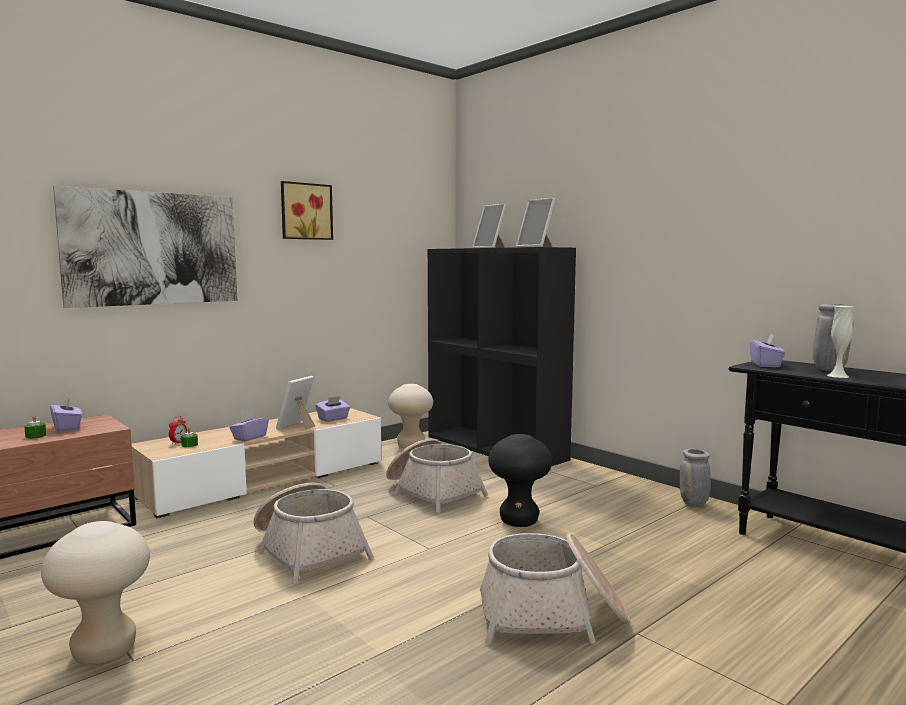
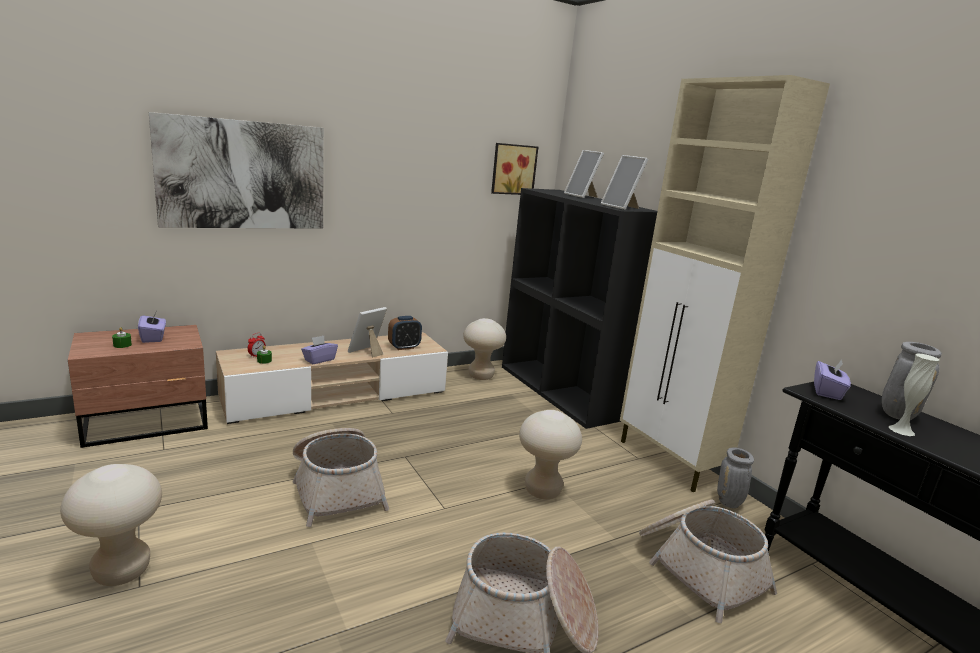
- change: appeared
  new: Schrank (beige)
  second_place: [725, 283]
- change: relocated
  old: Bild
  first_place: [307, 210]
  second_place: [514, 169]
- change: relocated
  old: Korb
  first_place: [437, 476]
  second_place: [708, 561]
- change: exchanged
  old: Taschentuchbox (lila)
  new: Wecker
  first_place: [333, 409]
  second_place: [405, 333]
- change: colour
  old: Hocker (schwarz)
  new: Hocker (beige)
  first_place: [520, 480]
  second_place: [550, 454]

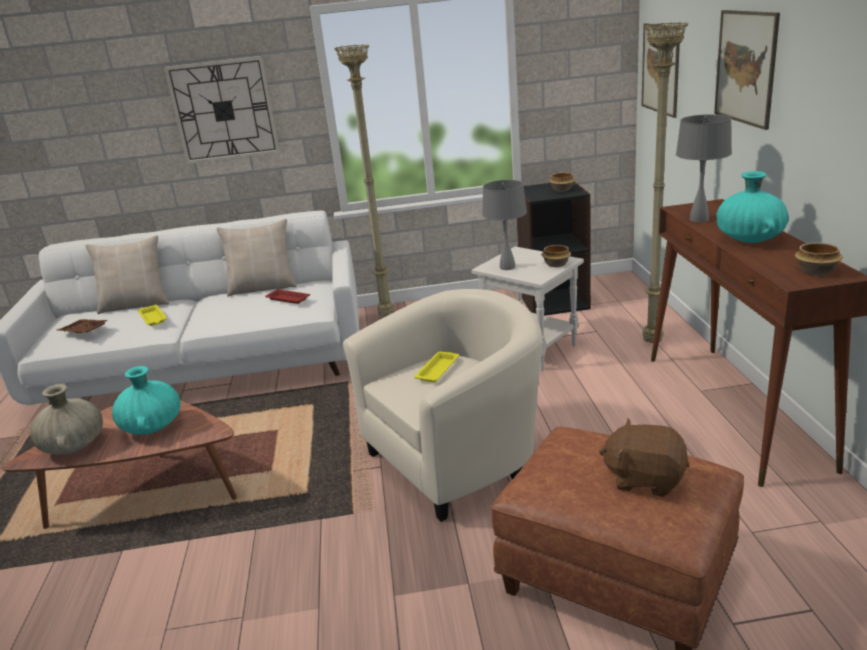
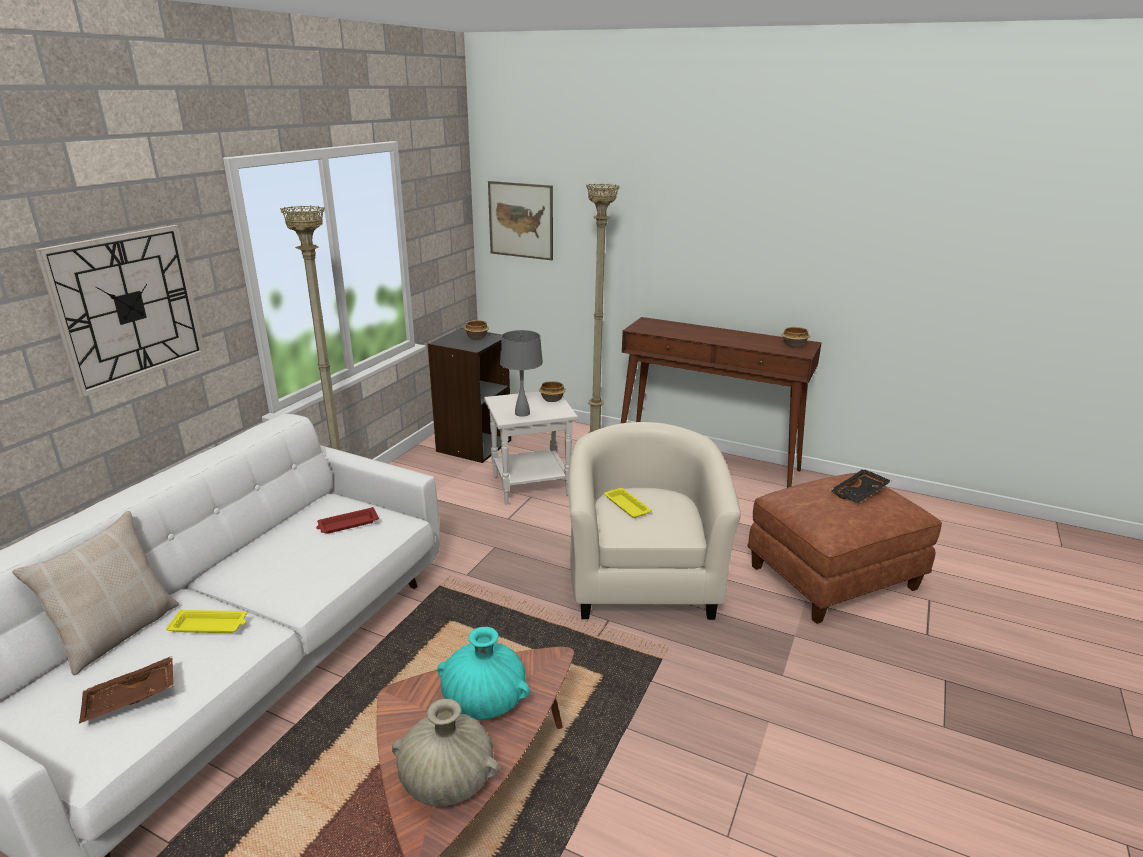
- change: missing
  old: Kissen (beige)
  first_place: [257, 258]
- change: missing
  old: Tischlampe (grau)
  first_place: [704, 168]
- change: missing
  old: Bild
  first_place: [747, 70]
- change: missing
  old: Vase (türkis)
  first_place: [752, 207]
- change: exchanged
  old: Plüschtier (braun)
  new: Tablett (schwarz)
  first_place: [644, 457]
  second_place: [860, 486]

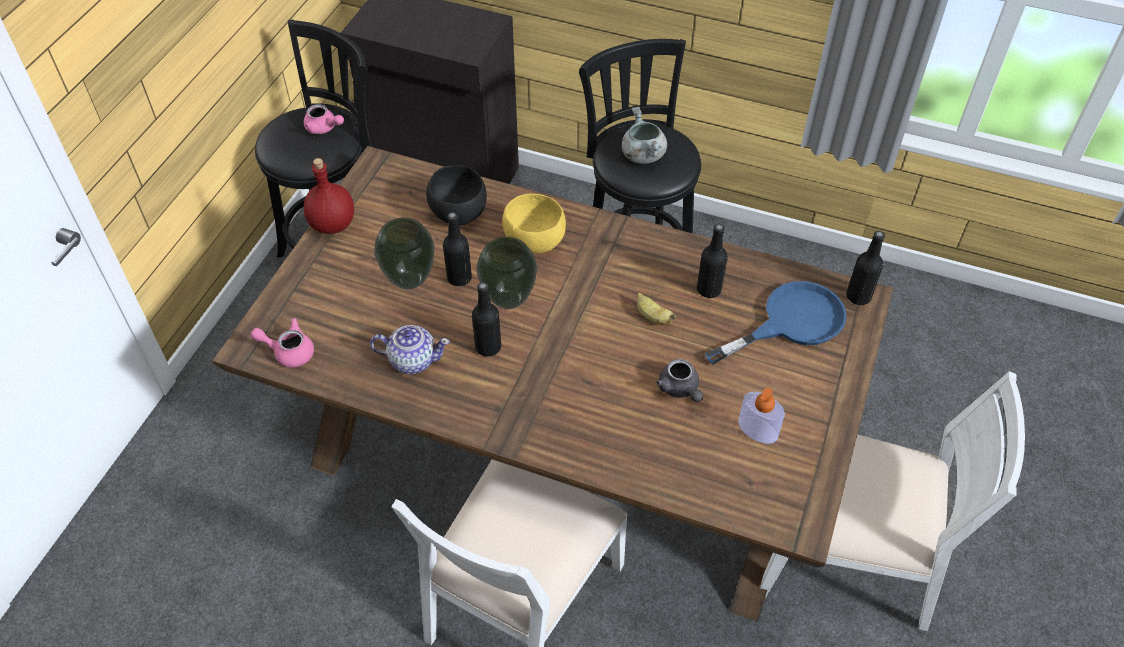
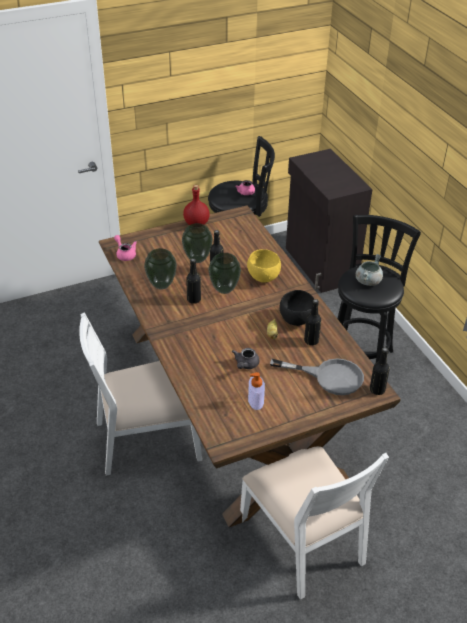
- change: relocated
  old: Schüssel (schwarz)
  first_place: [456, 195]
  second_place: [296, 308]
- change: exchanged
  old: Teekanne
  new: Vase
  first_place: [410, 349]
  second_place: [160, 268]
- change: colour
  old: Pfanne (blau)
  new: Pfanne (grau)
  first_place: [776, 323]
  second_place: [317, 377]

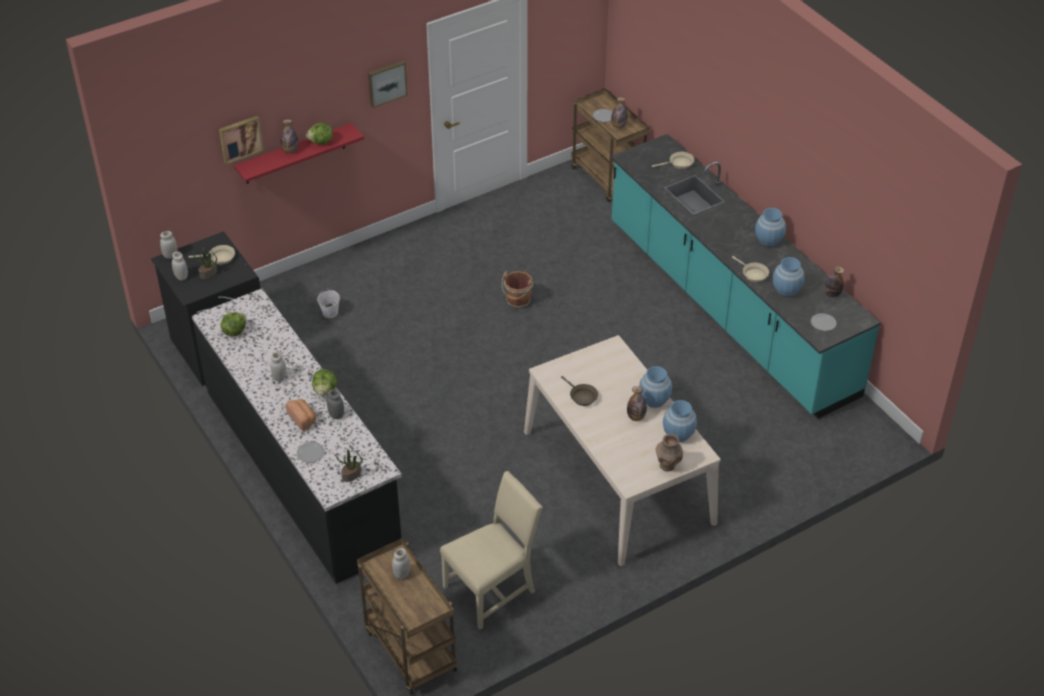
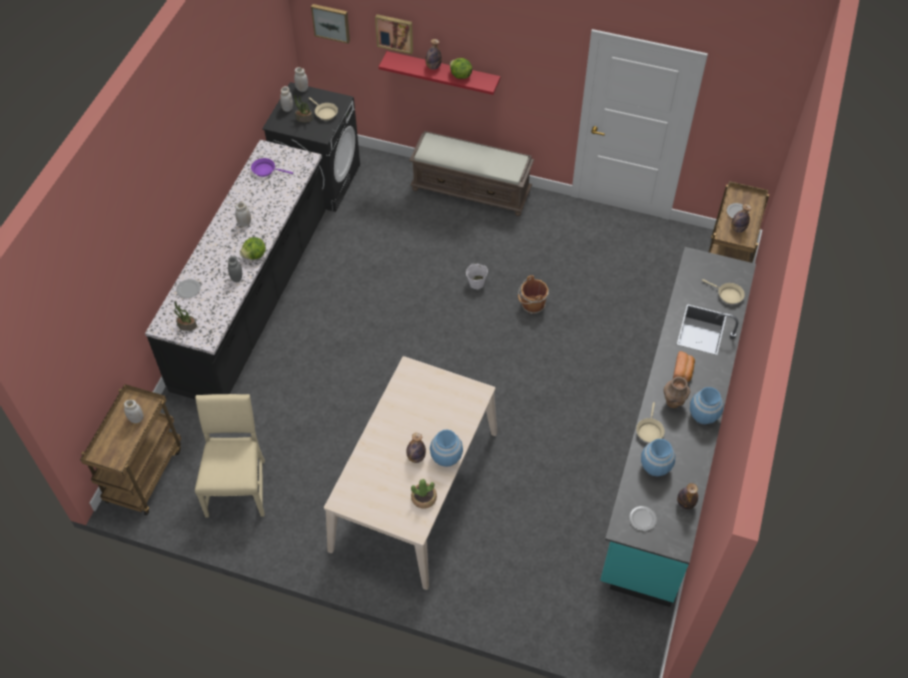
- change: missing
  old: Pfanne (braun)
  first_place: [579, 391]
- change: appeared
  new: Bank (braun)
  second_place: [471, 173]
- change: relocated
  old: Brot
  first_place: [300, 415]
  second_place: [684, 366]
- change: relocated
  old: Eimer (weiß)
  first_place: [328, 303]
  second_place: [477, 276]
- change: relocated
  old: Bild
  first_place: [388, 84]
  second_place: [330, 24]
- change: relocated
  old: Vase (braun)
  first_place: [669, 453]
  second_place: [677, 392]
- change: exchanged
  old: Salatkopf
  new: Pfanne (lila)
  first_place: [233, 324]
  second_place: [272, 167]
- change: exchanged
  old: Vase (blau)
  new: Topfpflanze
  first_place: [680, 421]
  second_place: [424, 494]
- change: spun
  old: Stuhl (beige)
  first_place: [491, 550]
  second_place: [230, 455]
  degrees: -105

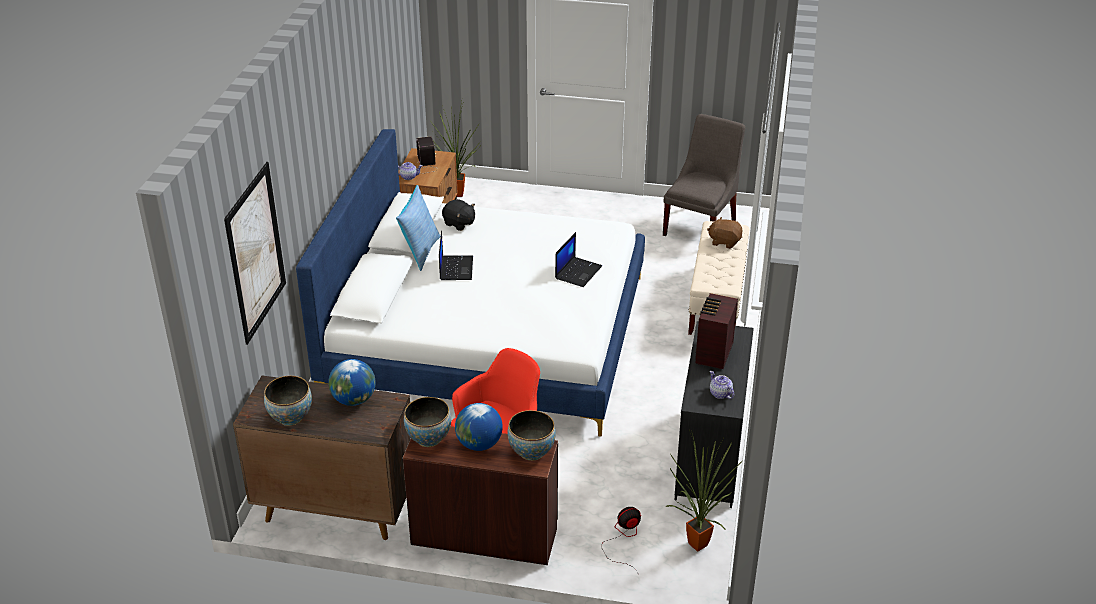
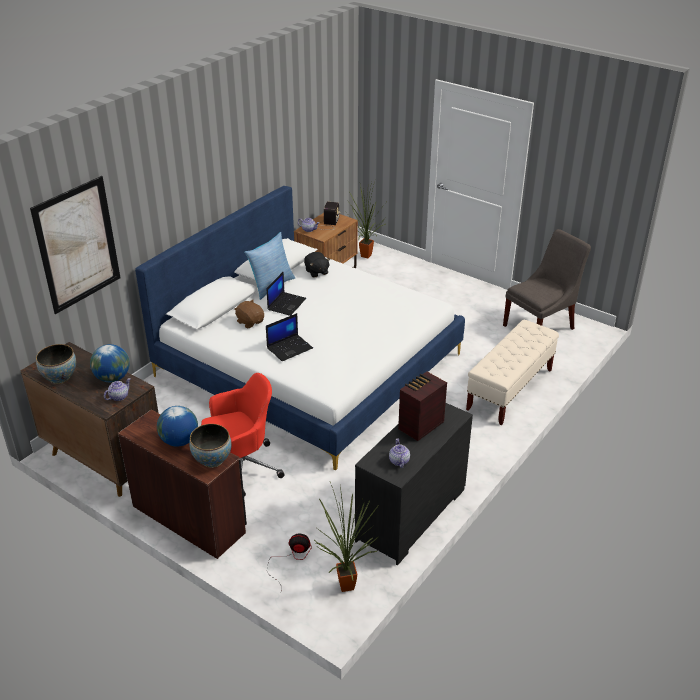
- change: missing
  old: Schüssel
  first_place: [427, 422]
- change: appeared
  new: Teekanne
  second_place: [117, 389]
- change: relocated
  old: Laptop
  first_place: [578, 259]
  second_place: [289, 337]
- change: relocated
  old: Plüschtier (braun)
  first_place: [725, 233]
  second_place: [249, 314]

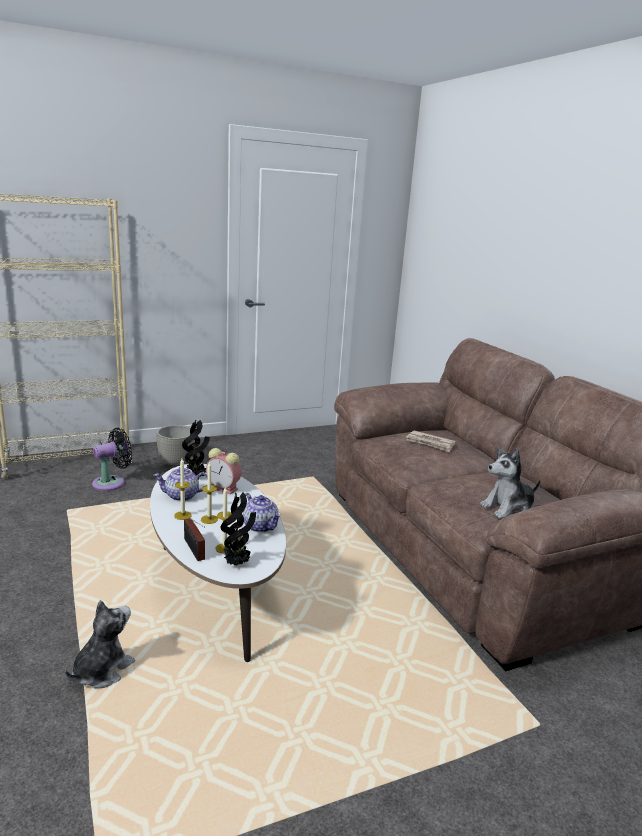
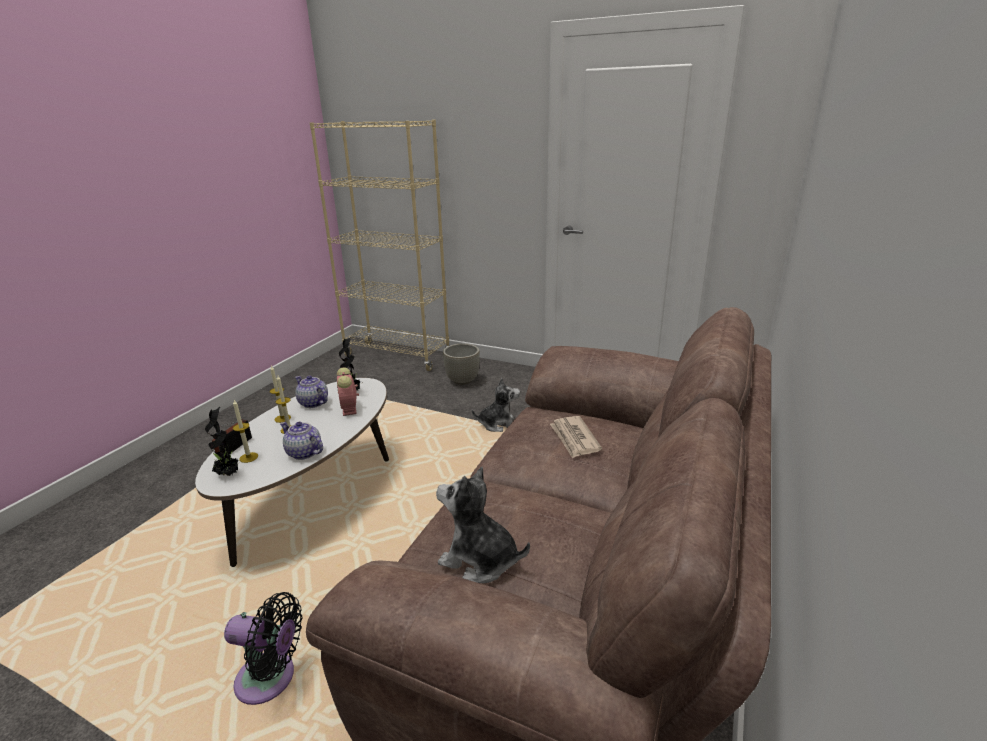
- change: relocated
  old: Plüschtier
  first_place: [100, 644]
  second_place: [496, 405]
- change: relocated
  old: Ventilator (schwarz)
  first_place: [112, 459]
  second_place: [263, 648]
- change: spun
  old: Teekanne
  first_place: [262, 513]
  second_place: [301, 441]
  degrees: 120

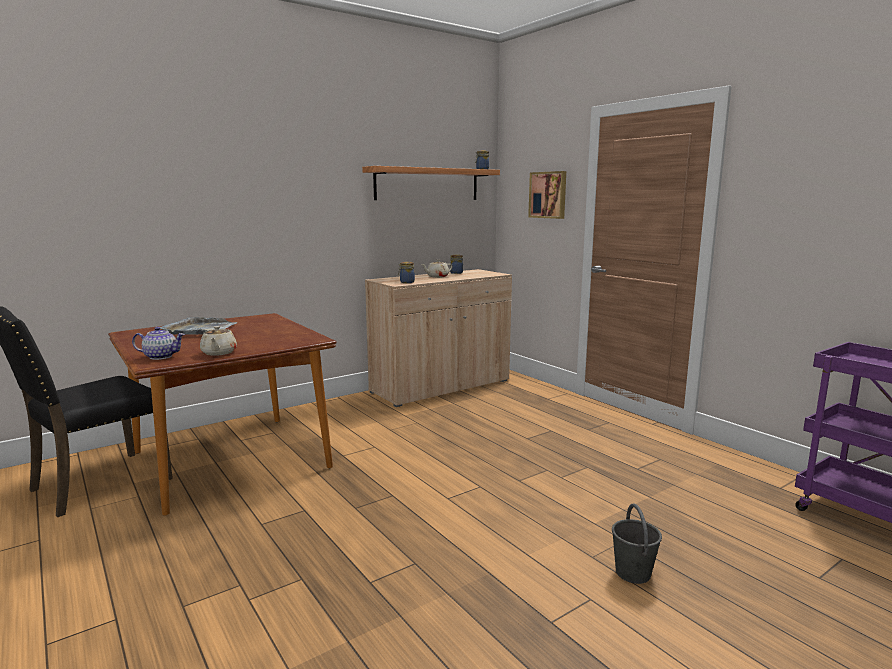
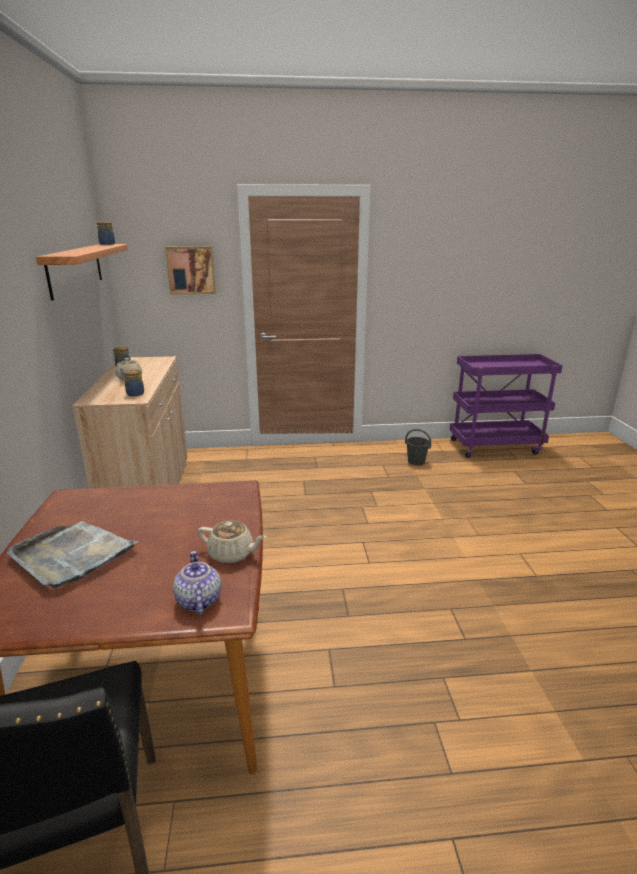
- change: relocated
  old: Eimer (grau)
  first_place: [637, 543]
  second_place: [418, 447]
- change: spun
  old: Teekanne
  first_place: [158, 343]
  second_place: [197, 583]
  degrees: -45

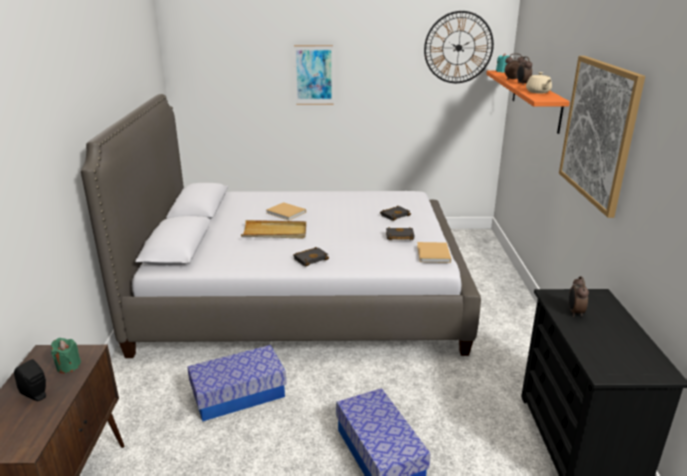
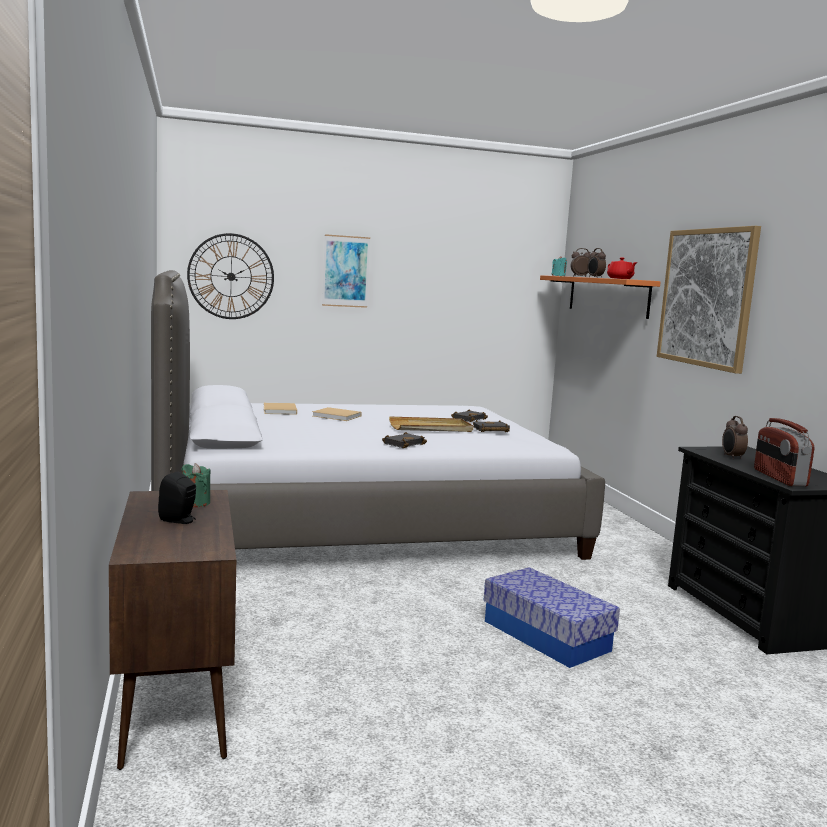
- change: missing
  old: Aufbewahrungsbox
  first_place: [236, 383]
- change: appeared
  new: Radio
  second_place: [784, 452]
- change: relocated
  old: Tablett (beige)
  first_place: [273, 229]
  second_place: [431, 424]
- change: relocated
  old: Buch (beige)
  first_place: [434, 252]
  second_place: [280, 409]
- change: relocated
  old: Wanduhr
  first_place: [459, 47]
  second_place: [230, 276]
- change: colour
  old: Teekanne (beige)
  new: Teekanne (rot)
  first_place: [539, 82]
  second_place: [622, 268]

